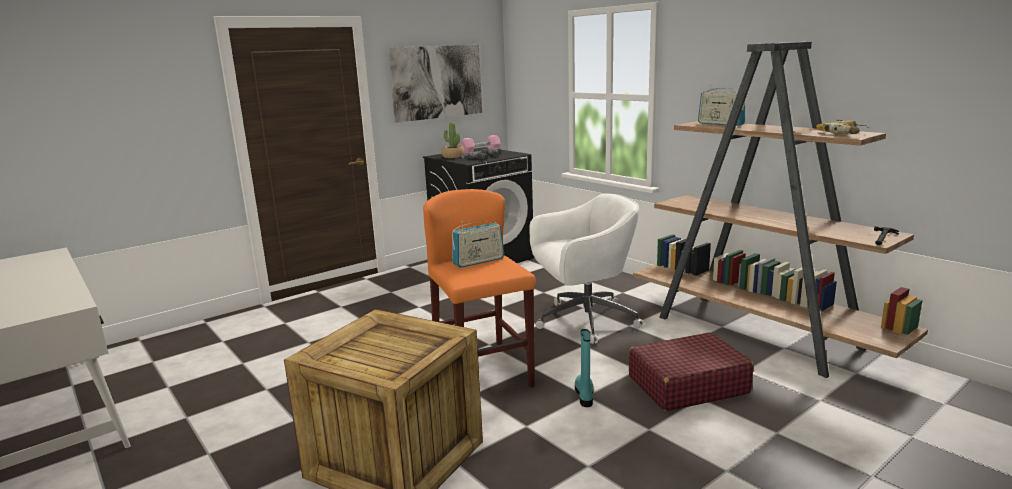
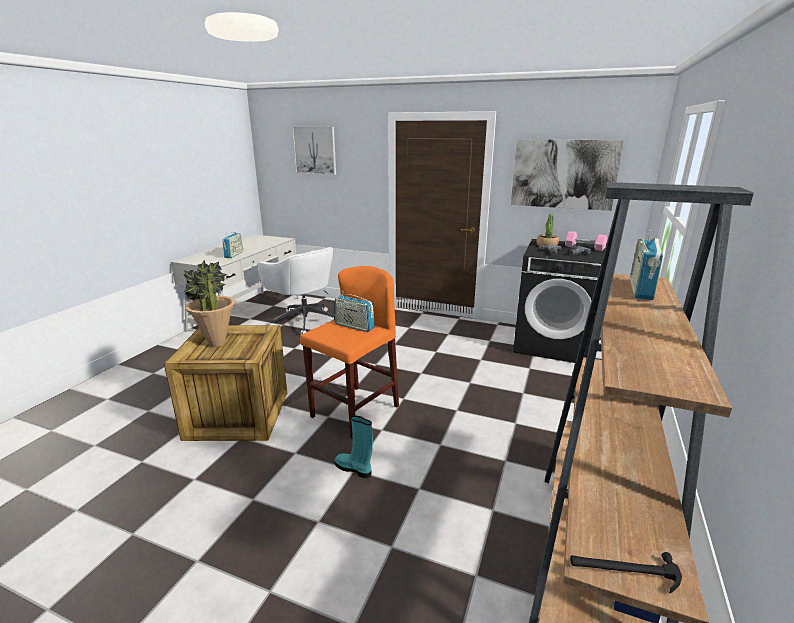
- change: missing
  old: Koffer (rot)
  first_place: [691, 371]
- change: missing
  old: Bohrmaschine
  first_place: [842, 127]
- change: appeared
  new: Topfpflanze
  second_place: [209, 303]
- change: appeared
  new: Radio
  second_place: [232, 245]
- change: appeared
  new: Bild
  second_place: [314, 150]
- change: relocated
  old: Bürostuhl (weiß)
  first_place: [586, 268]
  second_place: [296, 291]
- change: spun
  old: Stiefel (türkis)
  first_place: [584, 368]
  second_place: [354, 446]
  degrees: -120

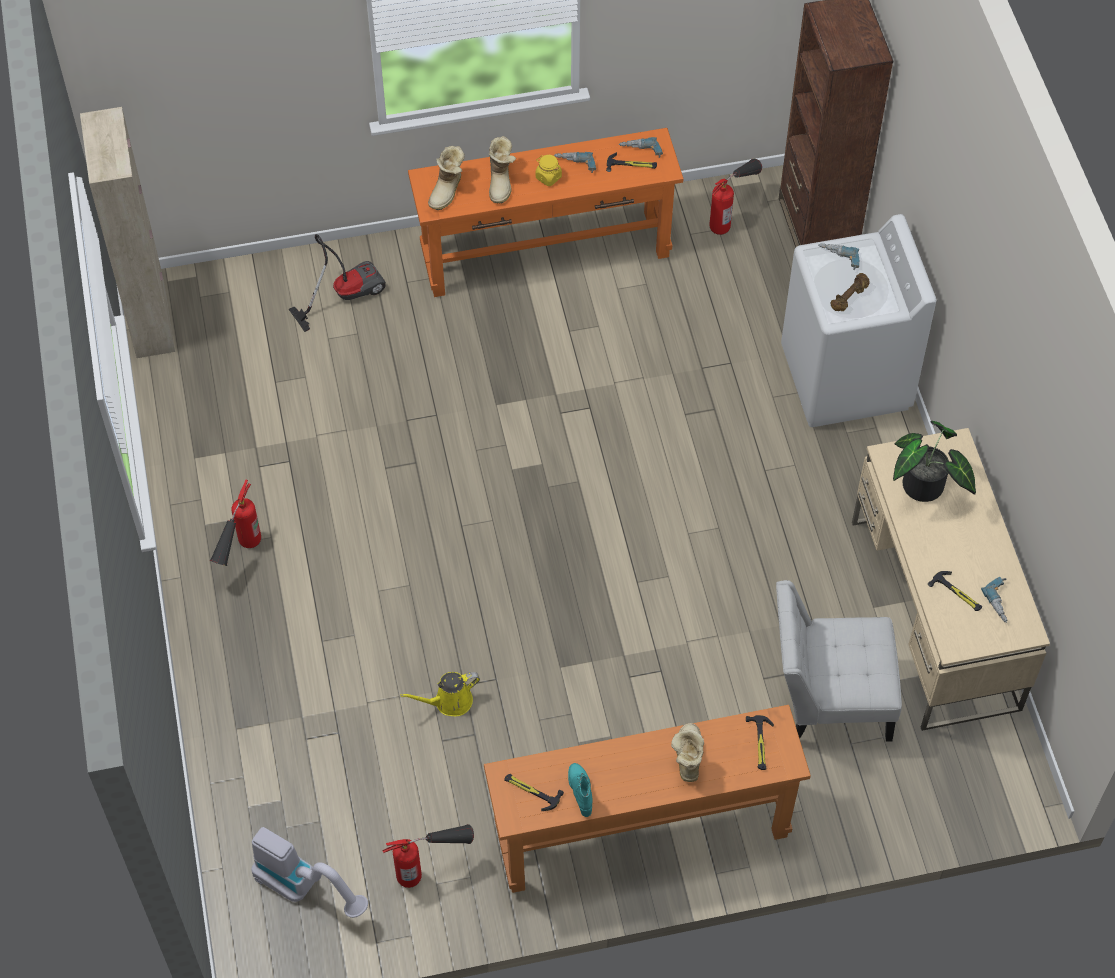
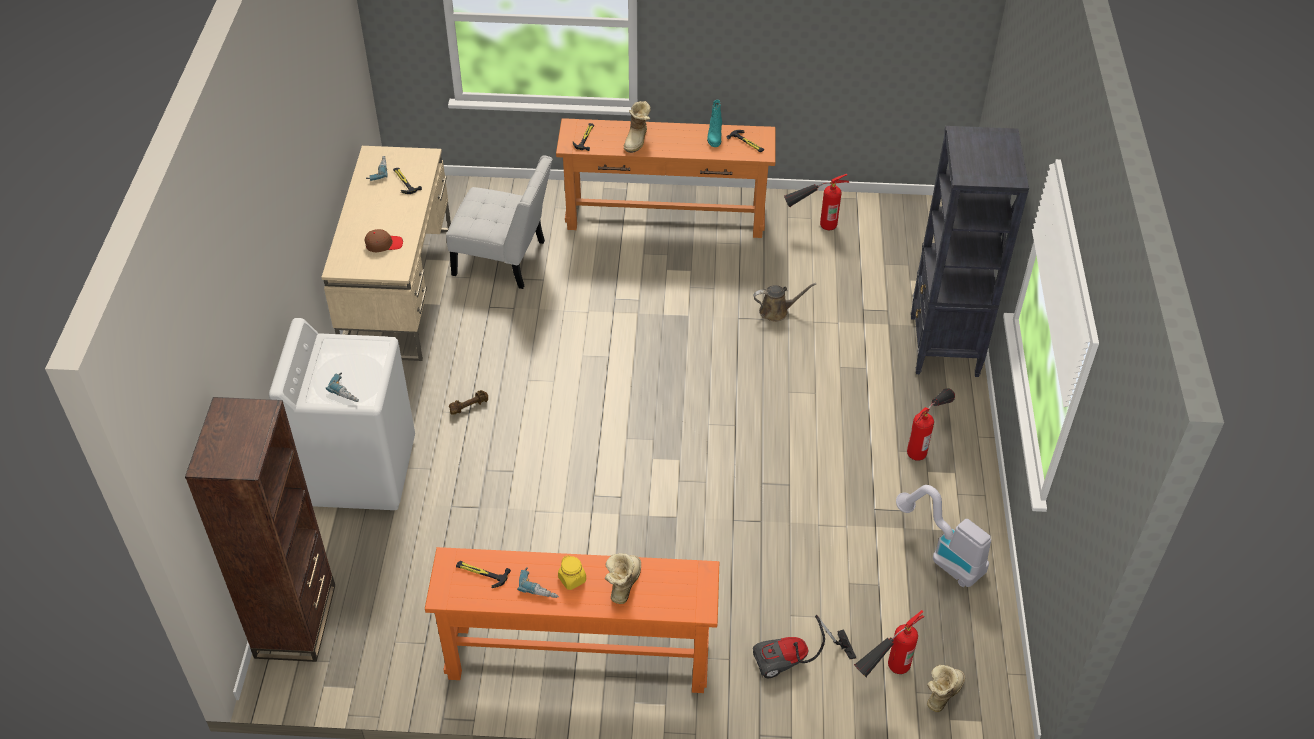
- change: missing
  old: Schrank (beige)
  first_place: [127, 232]
- change: missing
  old: Bohrmaschine
  first_place: [641, 147]
- change: appeared
  new: Bücherregal (schwarz)
  second_place: [970, 251]
- change: relocated
  old: Staubsauger
  first_place: [309, 872]
  second_place: [943, 536]
- change: relocated
  old: Stiefel
  first_place: [446, 178]
  second_place: [946, 688]
- change: relocated
  old: Feuerlöscher
  first_place: [735, 197]
  second_place: [889, 644]
- change: relocated
  old: Hantel (braun)
  first_place: [850, 292]
  second_place: [468, 402]
- change: exchanged
  old: Topfpflanze
  new: Kappe (braun)
  first_place: [934, 461]
  second_place: [384, 240]
- change: colour
  old: Gießkanne (gelb)
  new: Gießkanne (braun)
  first_place: [440, 694]
  second_place: [785, 302]

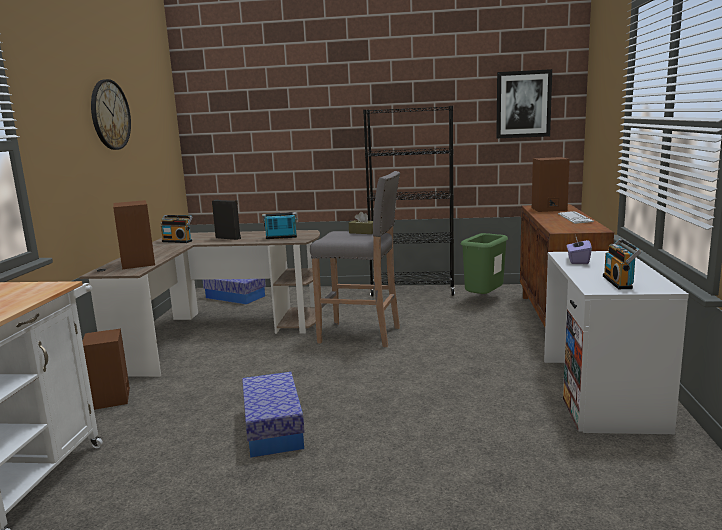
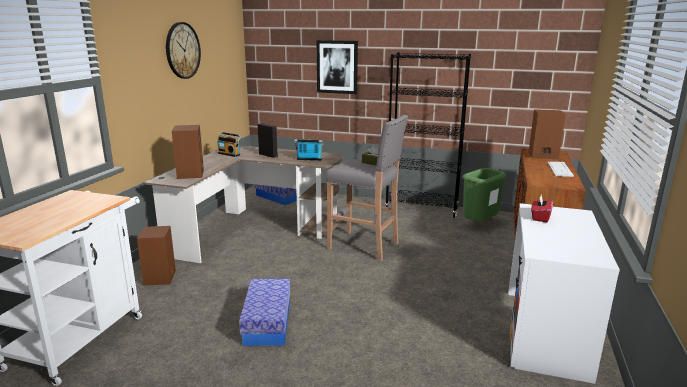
- change: missing
  old: Radio
  first_place: [622, 263]
- change: relocated
  old: Bild
  first_place: [524, 103]
  second_place: [337, 67]
- change: colour
  old: Taschentuchbox (lila)
  new: Taschentuchbox (rot)
  first_place: [579, 249]
  second_place: [542, 208]

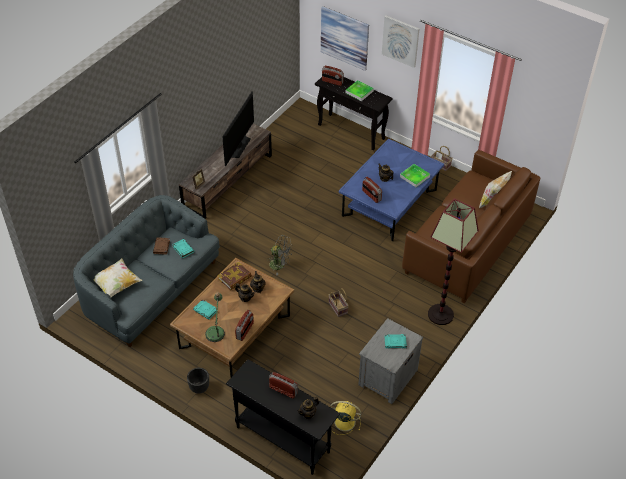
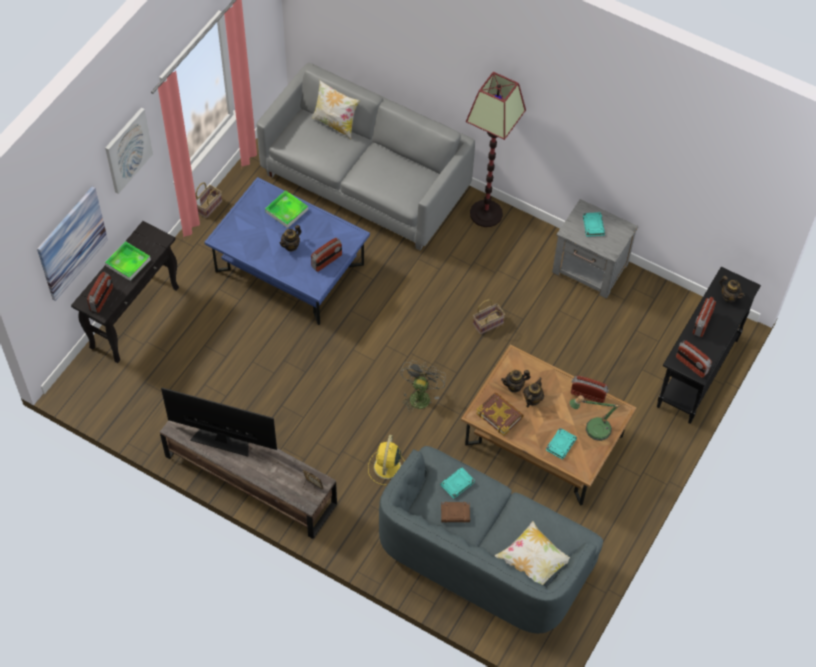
- change: missing
  old: Pflanzkübel (schwarz)
  first_place: [198, 381]
- change: appeared
  new: Radio
  second_place: [694, 359]
- change: relocated
  old: Ventilator (gelb)
  first_place: [345, 418]
  second_place: [386, 460]
- change: colour
  old: Sofa (braun)
  new: Sofa (grau)
  first_place: [471, 226]
  second_place: [366, 156]

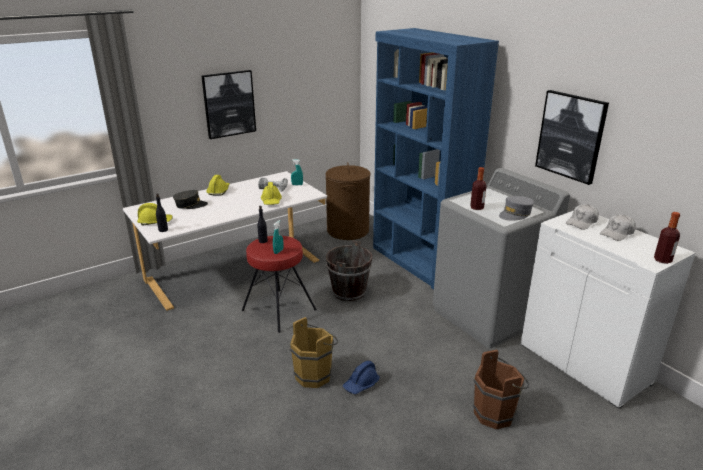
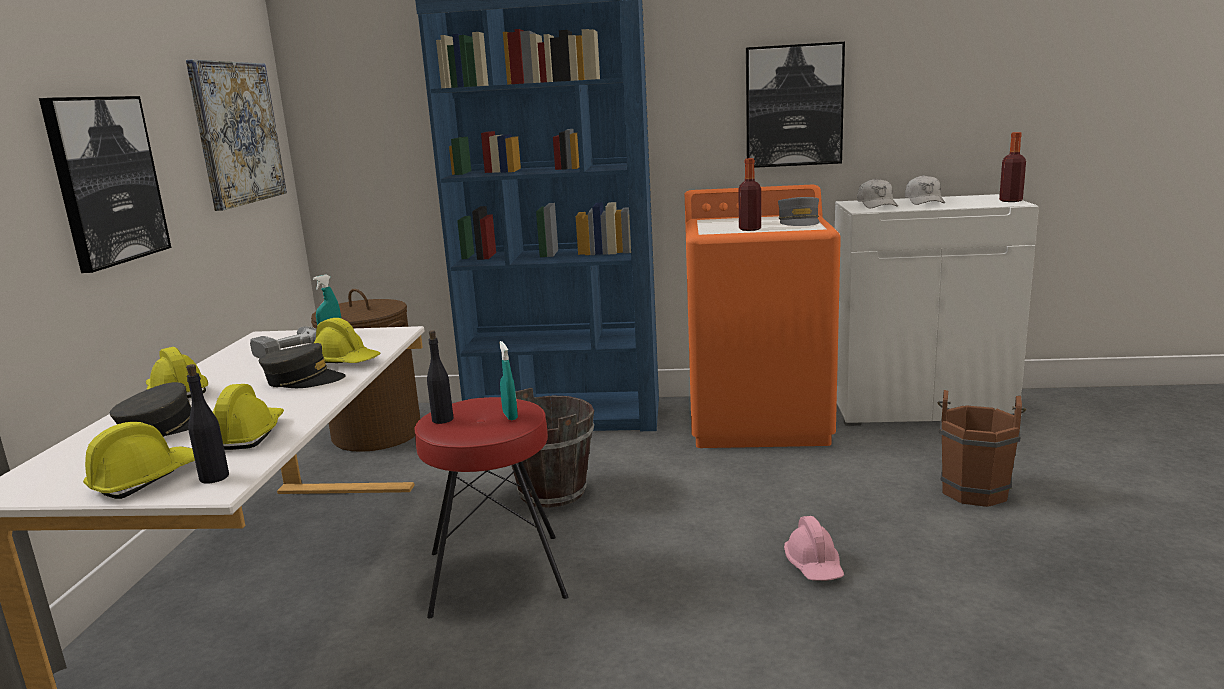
- change: missing
  old: Eimer (braun)
  first_place: [314, 352]
- change: appeared
  new: Bild
  second_place: [236, 135]
- change: appeared
  new: Schutzhelm (gelb)
  second_place: [248, 417]
- change: appeared
  new: Kappe (grau)
  second_place: [302, 365]
- change: colour
  old: Schutzhelm (blau)
  new: Schutzhelm (rosa)
  first_place: [361, 377]
  second_place: [814, 548]
- change: colour
  old: Waschmaschine (grau)
  new: Waschmaschine (orange)
  first_place: [501, 258]
  second_place: [763, 316]

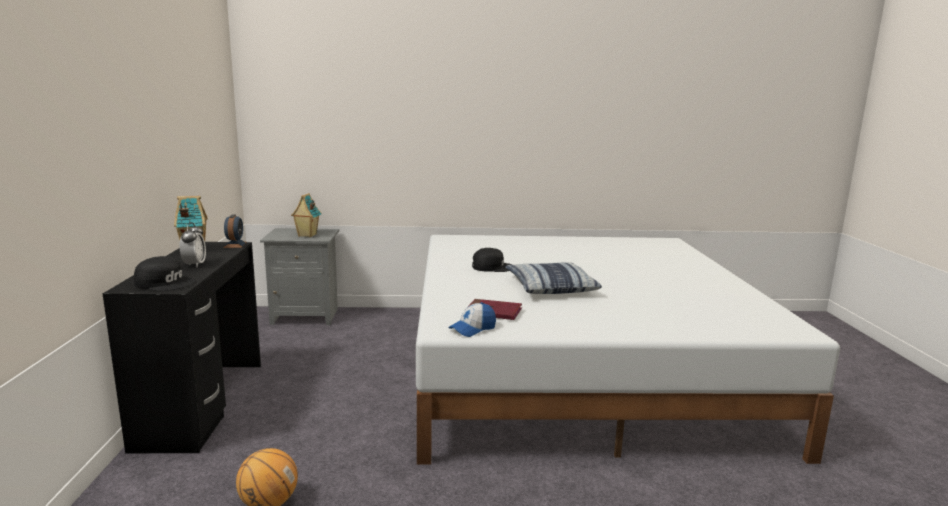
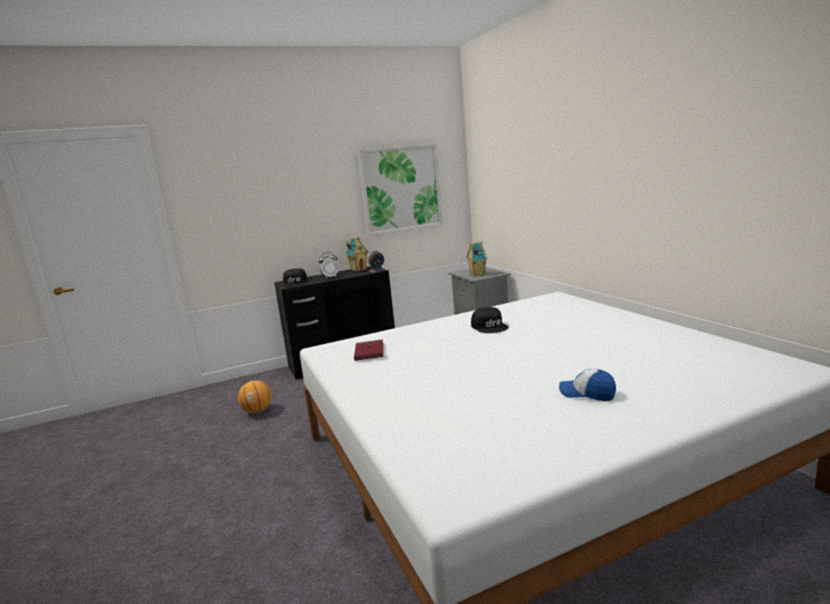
- change: missing
  old: Kissen
  first_place: [553, 278]
- change: appeared
  new: Bild
  second_place: [400, 190]
- change: relocated
  old: Kappe
  first_place: [472, 319]
  second_place: [587, 384]

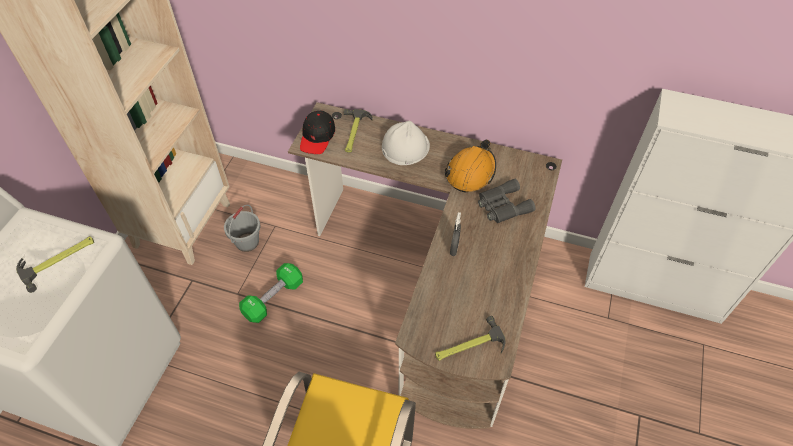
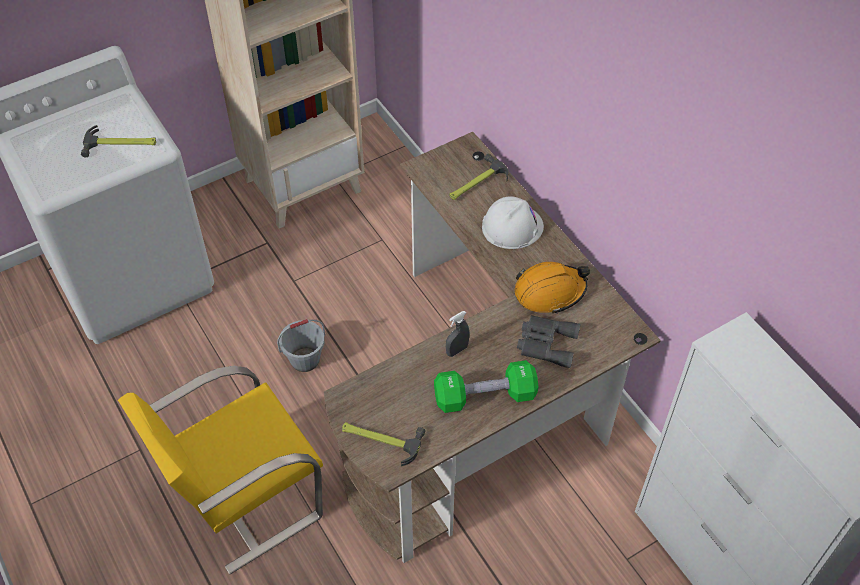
- change: missing
  old: Kappe (schwarz)
  first_place: [317, 132]
- change: relocated
  old: Eimer (grau)
  first_place: [242, 228]
  second_place: [301, 345]
- change: relocated
  old: Hantel (grün)
  first_place: [271, 293]
  second_place: [486, 386]

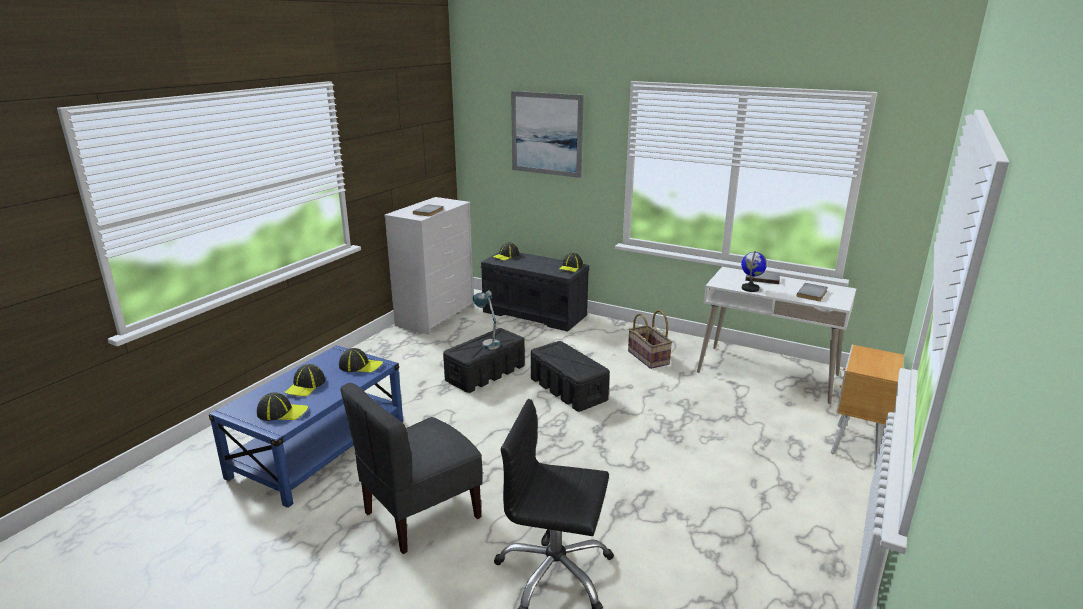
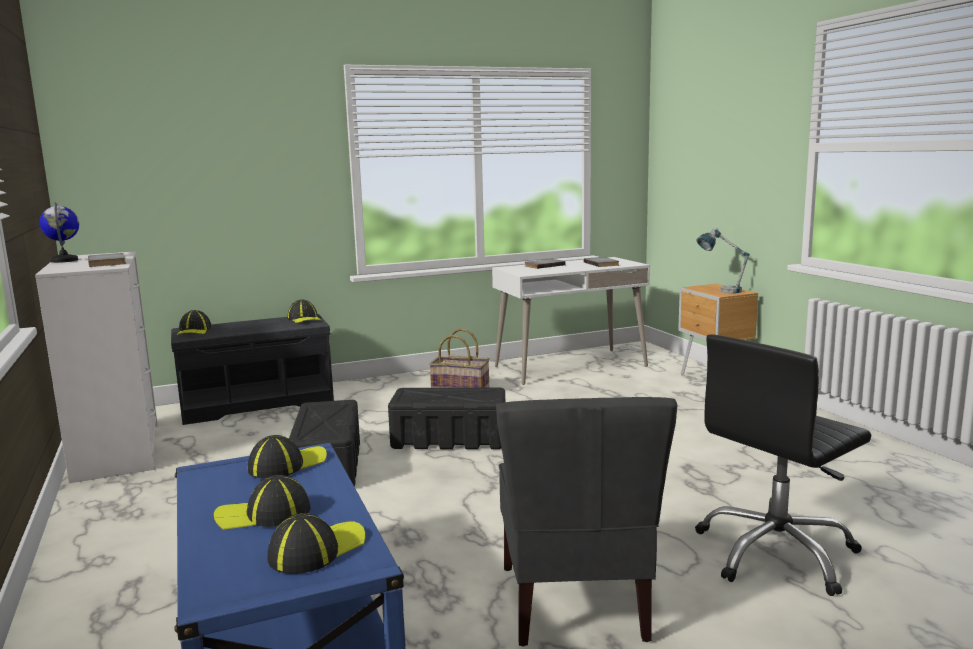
- change: missing
  old: Bild
  first_place: [547, 134]
- change: relocated
  old: Tischlampe
  first_place: [486, 320]
  second_place: [723, 260]
- change: relocated
  old: Globus
  first_place: [754, 271]
  second_place: [59, 232]
- change: spun
  old: Kappe
  first_place: [305, 380]
  second_place: [262, 502]
  degrees: 120

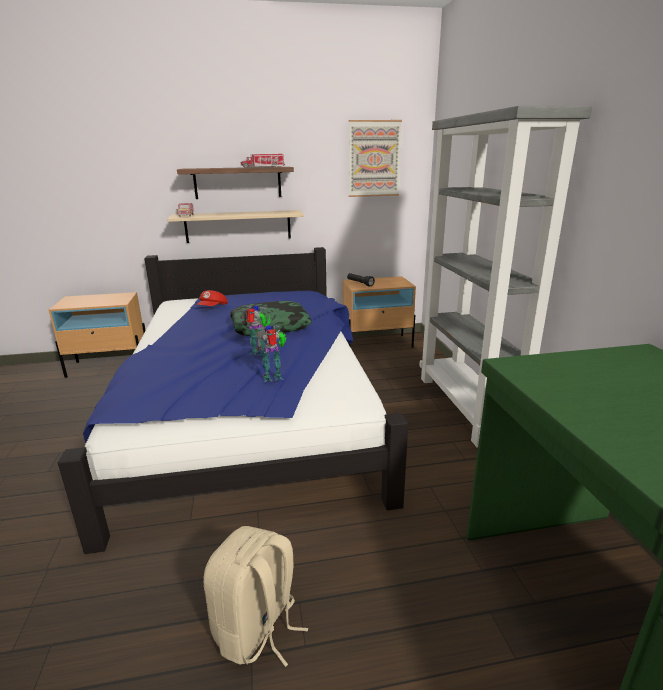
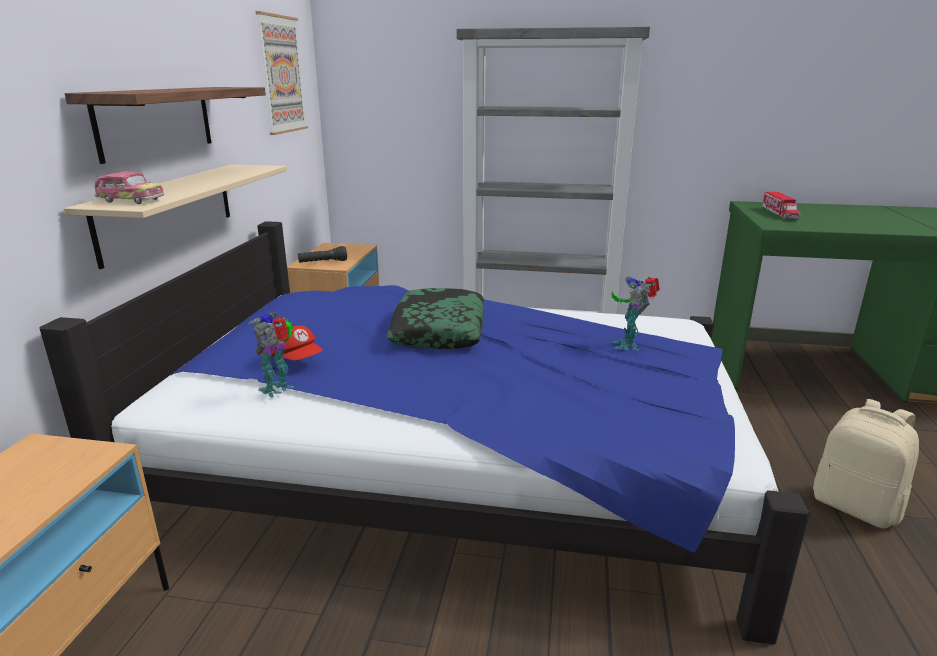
- change: relocated
  old: Spielzeuglaster
  first_place: [263, 161]
  second_place: [781, 205]
- change: relocated
  old: Spielzeugroboter
  first_place: [256, 330]
  second_place: [271, 355]

